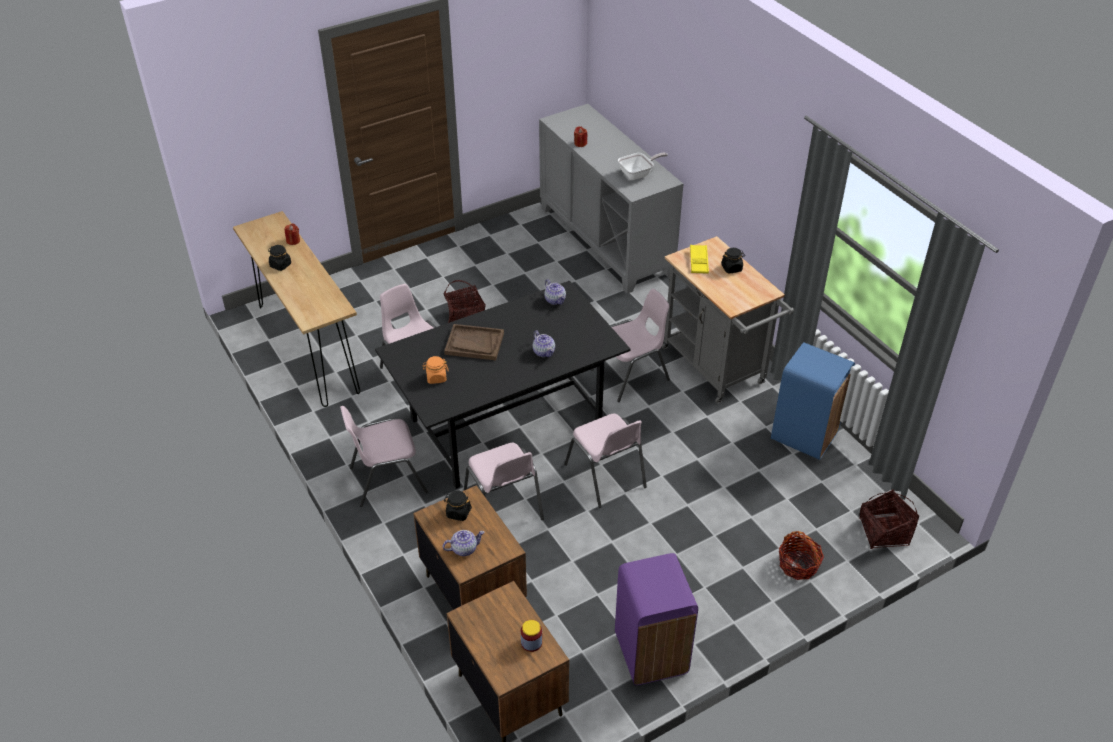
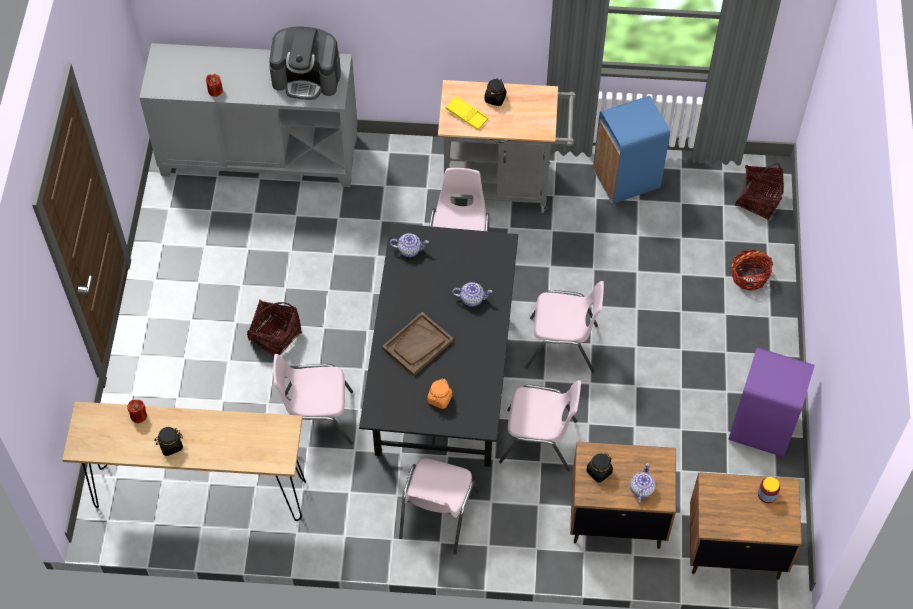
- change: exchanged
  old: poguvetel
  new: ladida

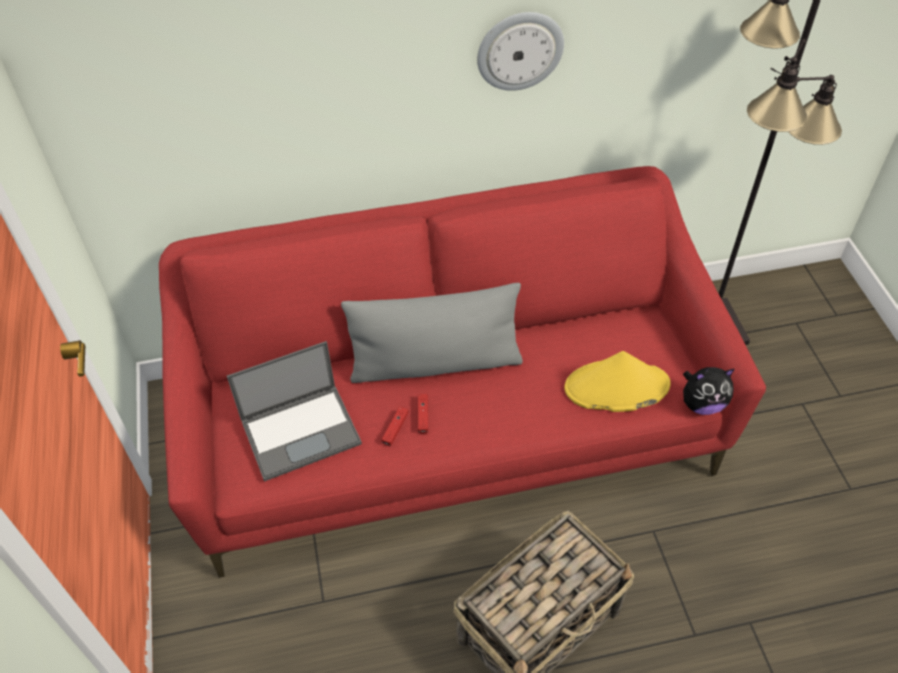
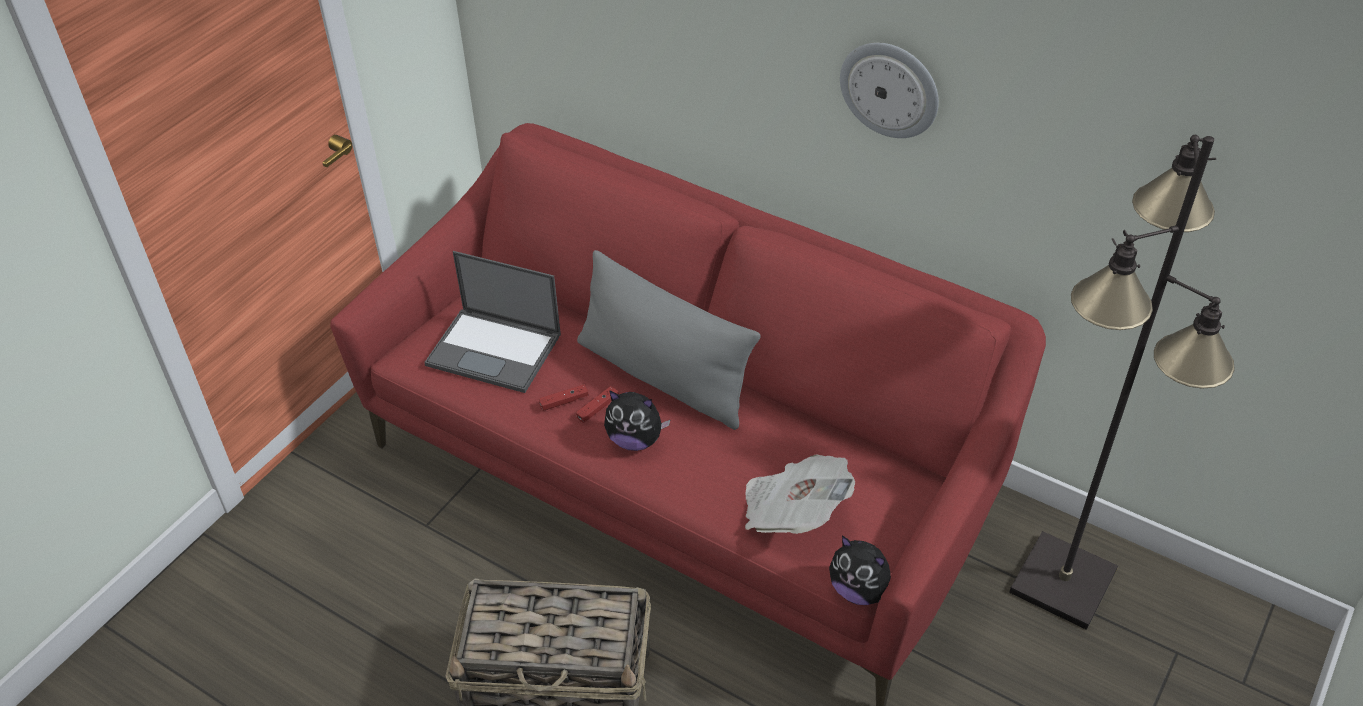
- change: appeared
  new: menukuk (no. 1 from left)
- change: exchanged
  old: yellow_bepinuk
  new: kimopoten

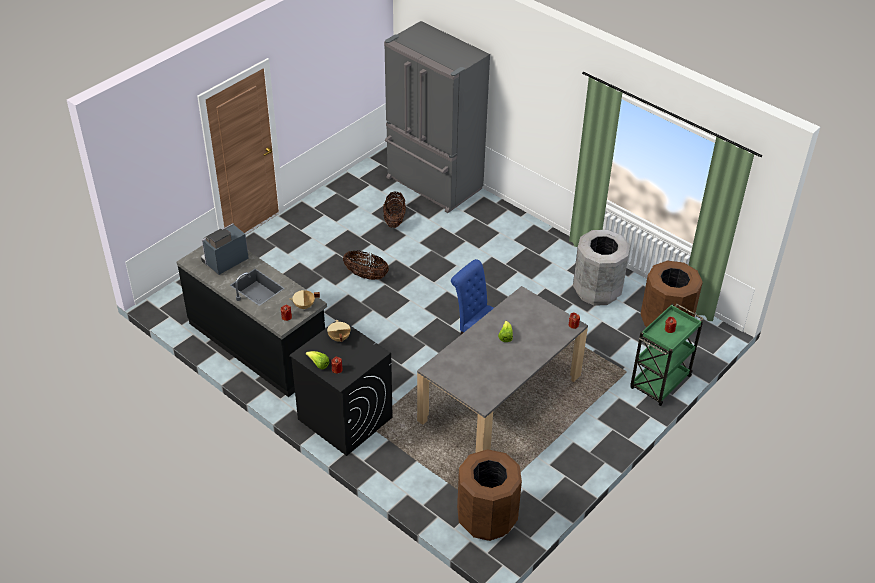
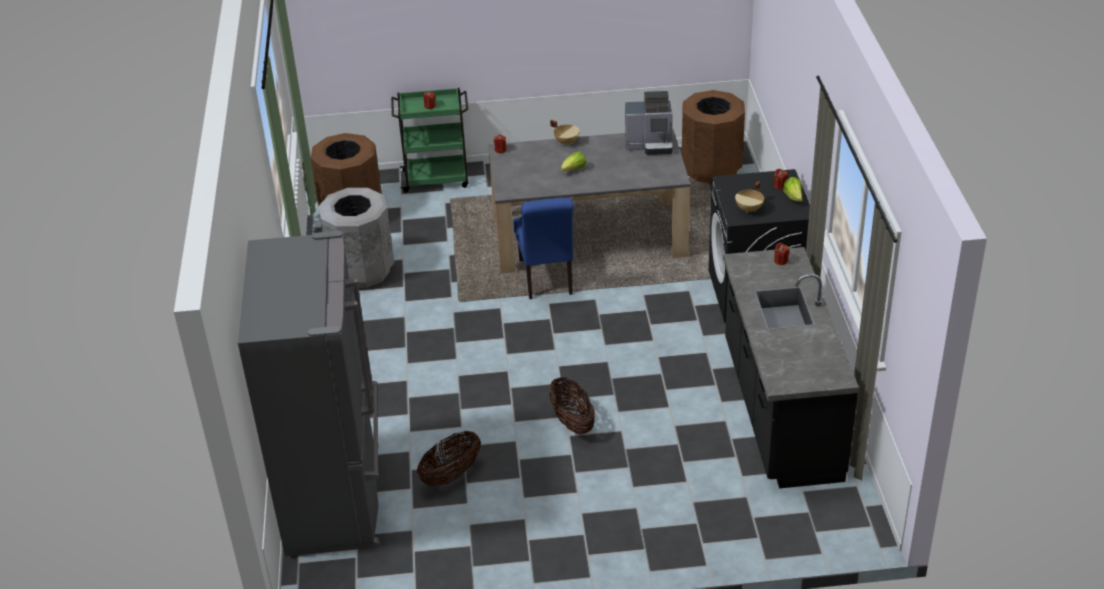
- change: relocated
  old: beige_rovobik (no. 1 from left)
- change: relocated
  old: ladida

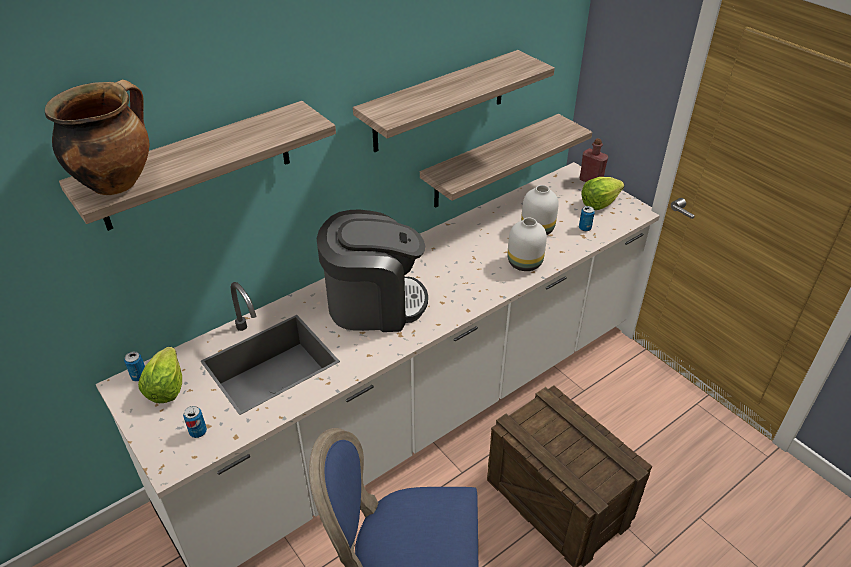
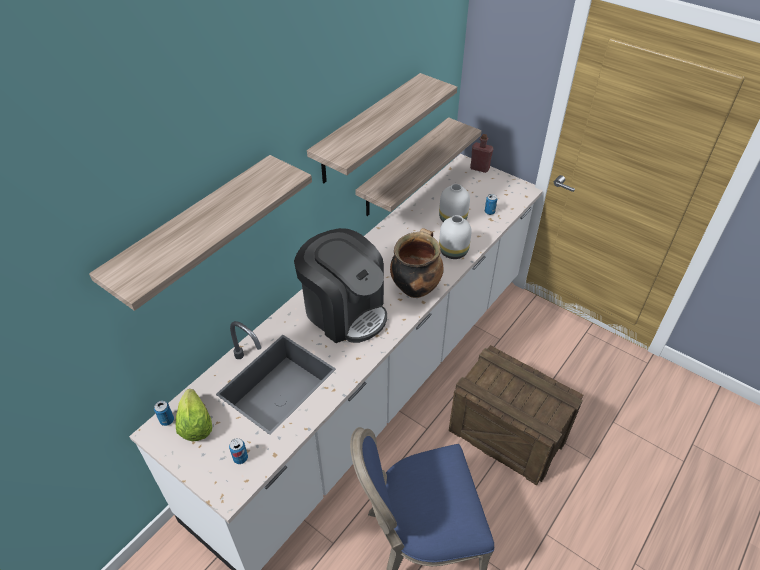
- change: spun
  old: ladida
  degrees: 60
- change: relocated
  old: rovobik
- change: missing
  old: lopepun (no. 2 from left)

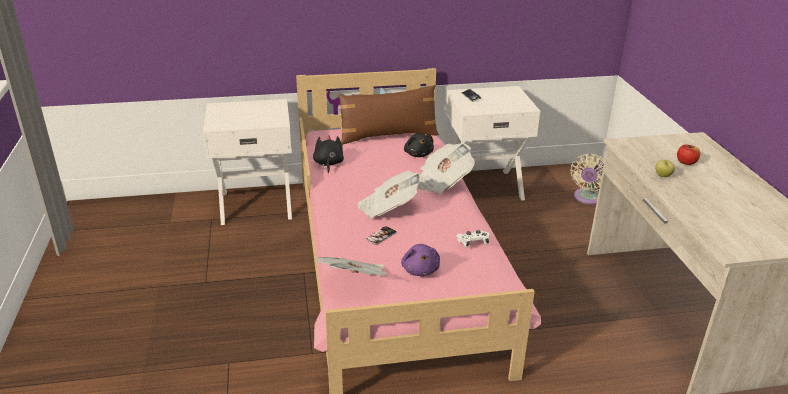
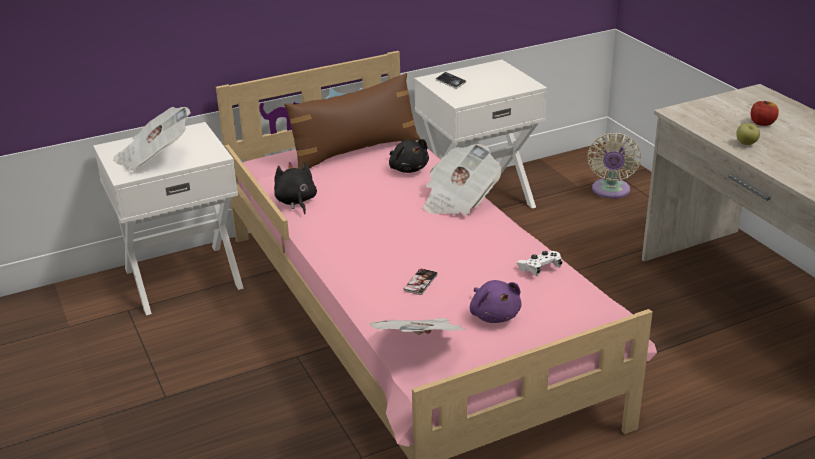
- change: relocated
  old: kimopoten (no. 2 from left in the first image)
  new: kimopoten (no. 1 from left)

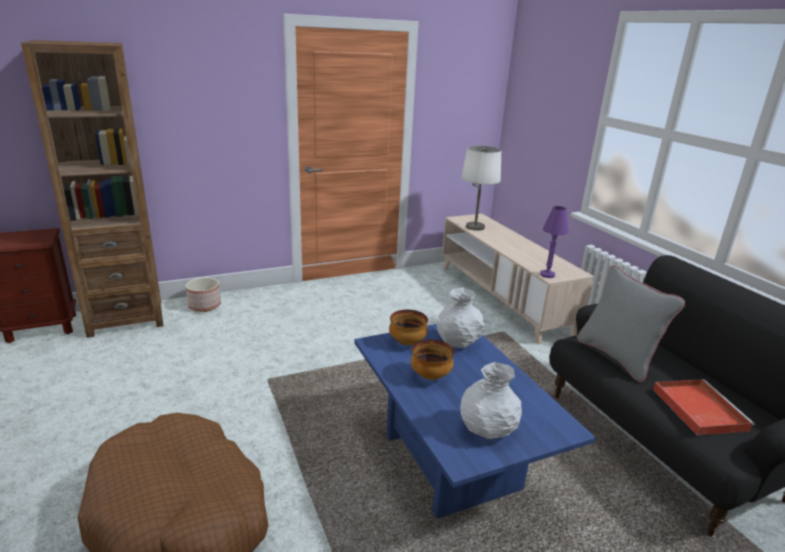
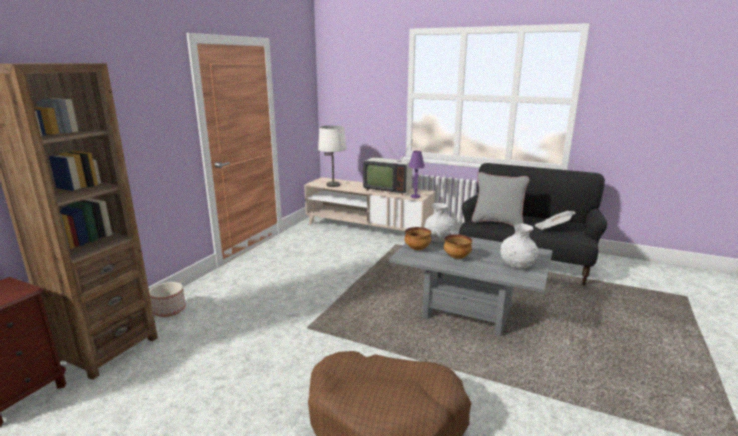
- change: appeared
  new: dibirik
- change: colour
  old: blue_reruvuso
  new: grey_reruvuso
- change: exchanged
  old: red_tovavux
  new: kimopoten

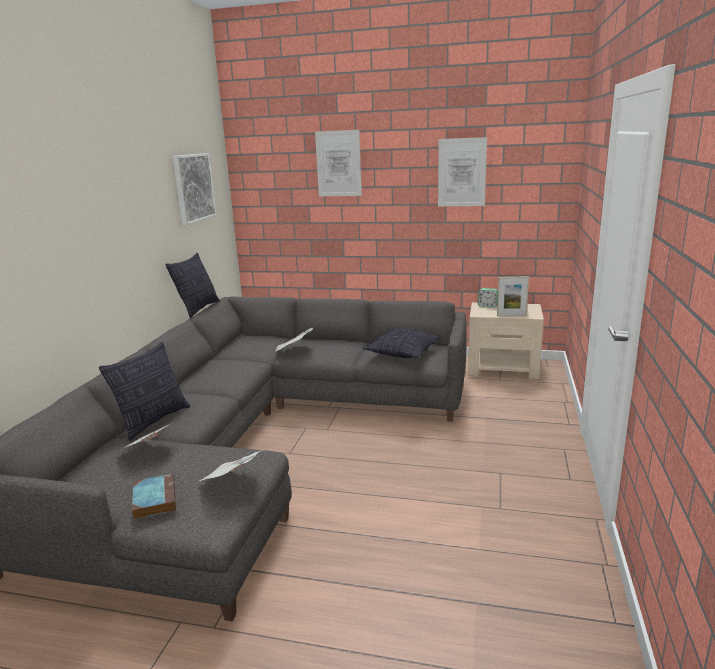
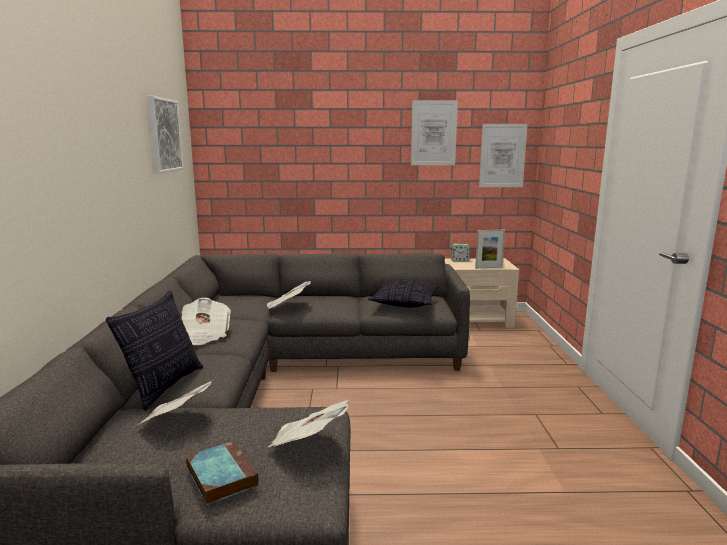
- change: appeared
  new: kimopoten (no. 2 from left)
- change: relocated
  old: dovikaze (no. 2 from left in the first image)
  new: dovikaze (no. 3 from left)
- change: missing
  old: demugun (no. 2 from left)

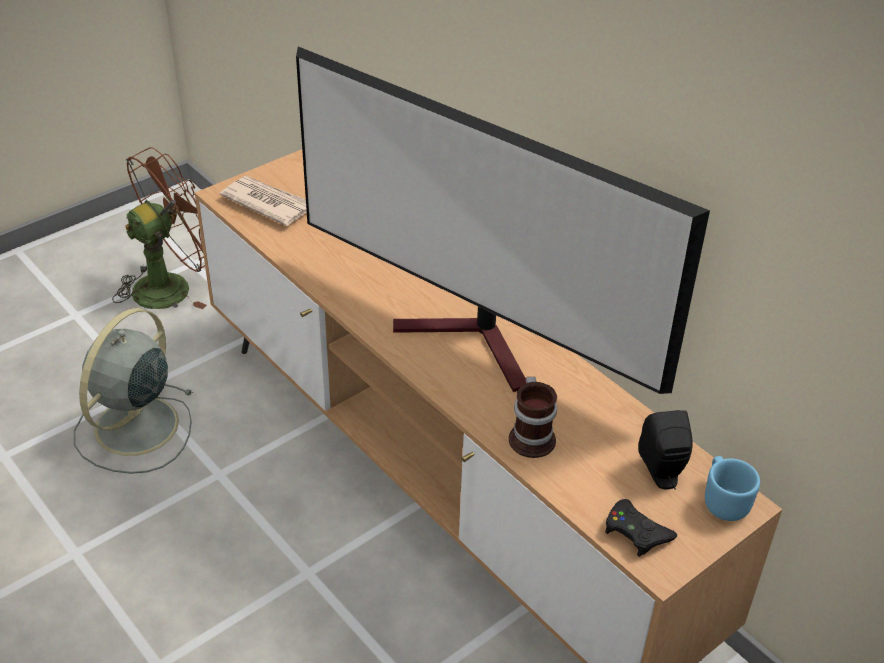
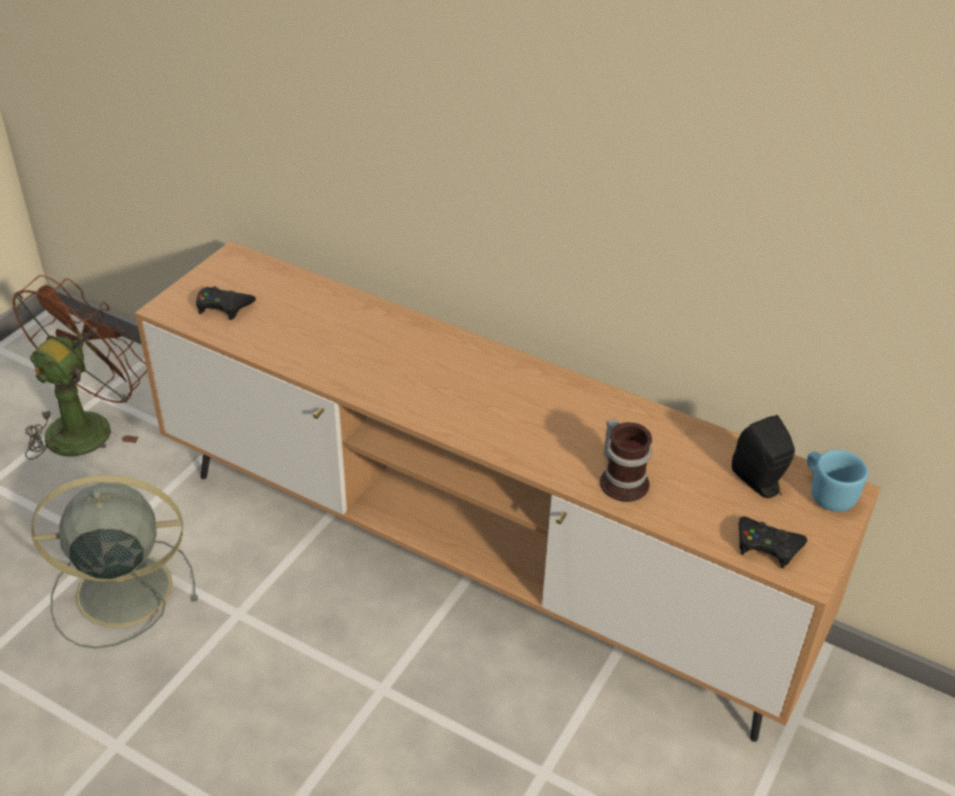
- change: spun
  old: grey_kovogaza
  degrees: 75
- change: exchanged
  old: kimopoten
  new: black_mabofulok (no. 1 from left)
- change: missing
  old: dibirik

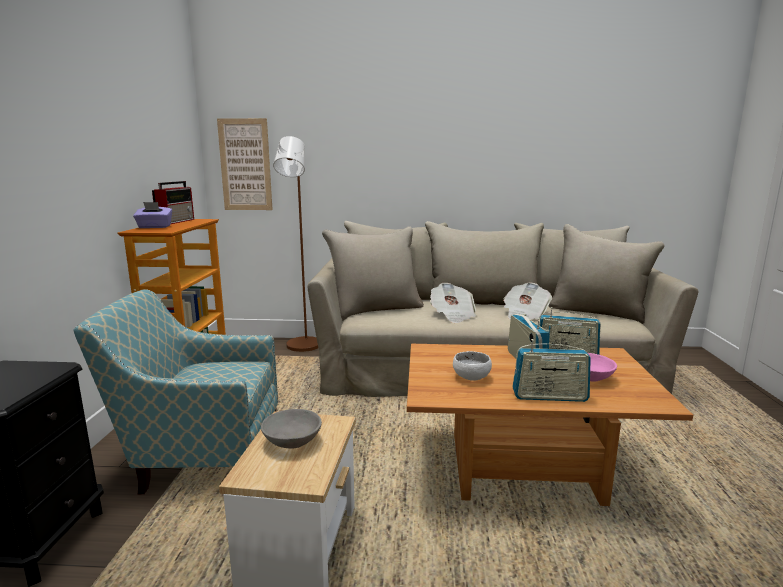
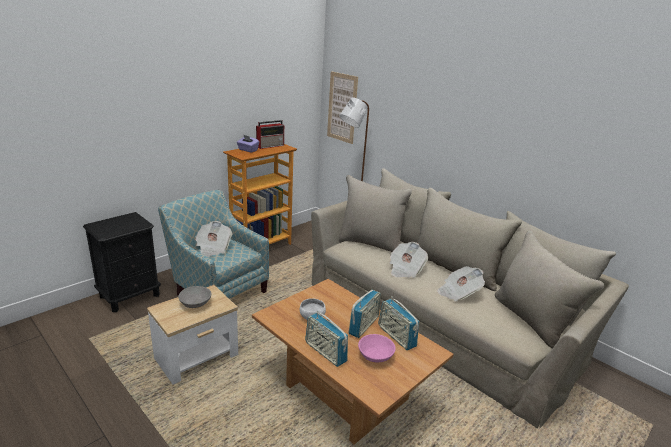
- change: appeared
  new: kimopoten (no. 1 from left)

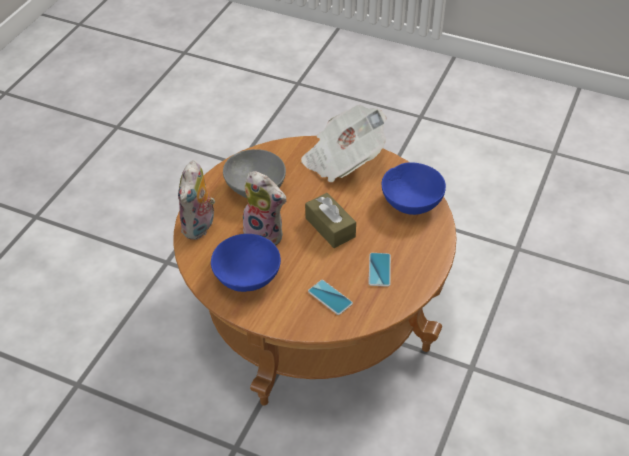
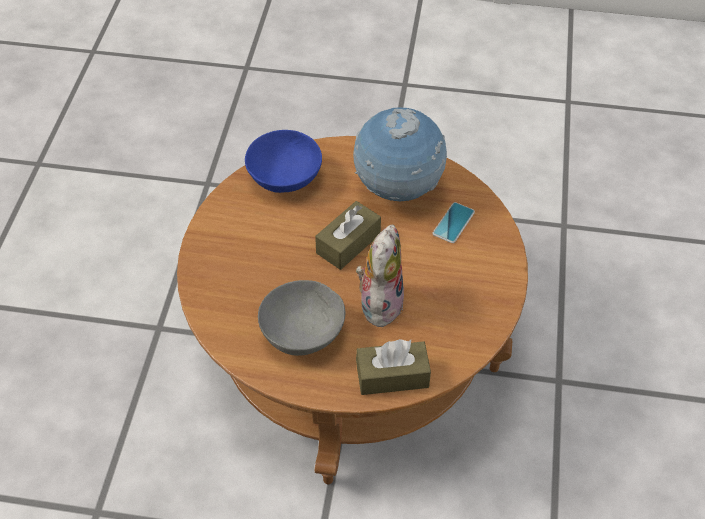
- change: exchanged
  old: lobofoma (no. 2 from left)
  new: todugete
- change: exchanged
  old: menukuk (no. 1 from left)
  new: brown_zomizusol (no. 2 from left)
- change: missing
  old: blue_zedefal (no. 1 from left)
- change: missing
  old: kimopoten

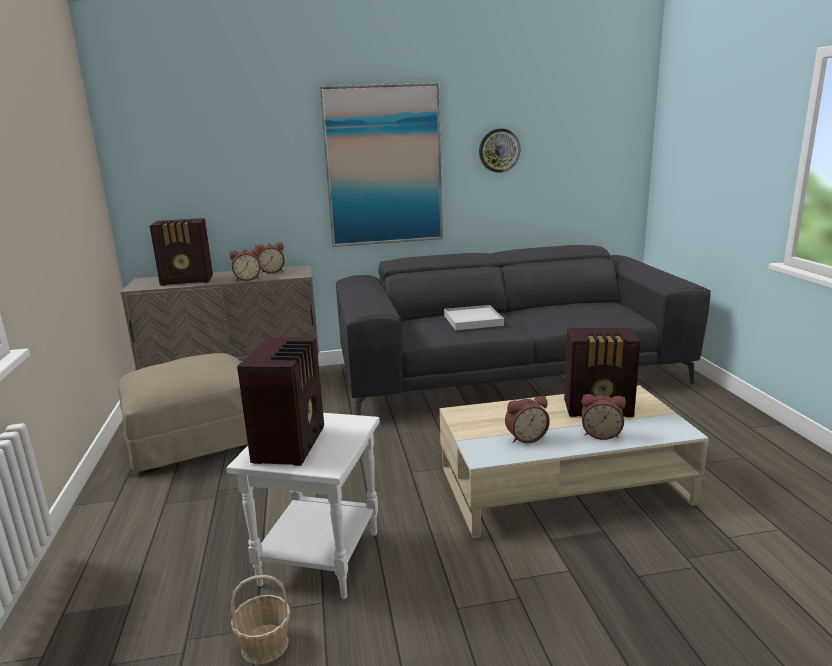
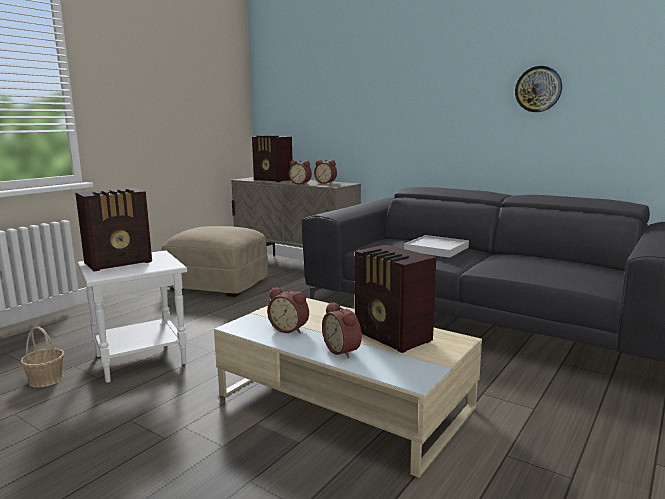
- change: missing
  old: dovikaze

